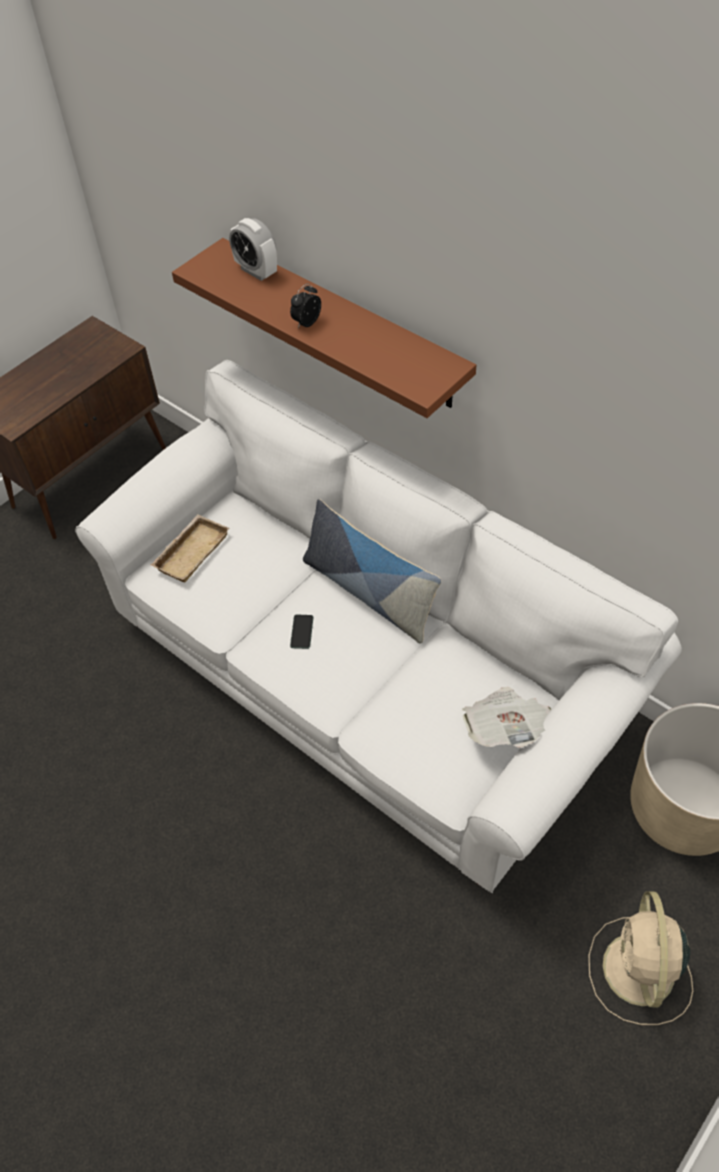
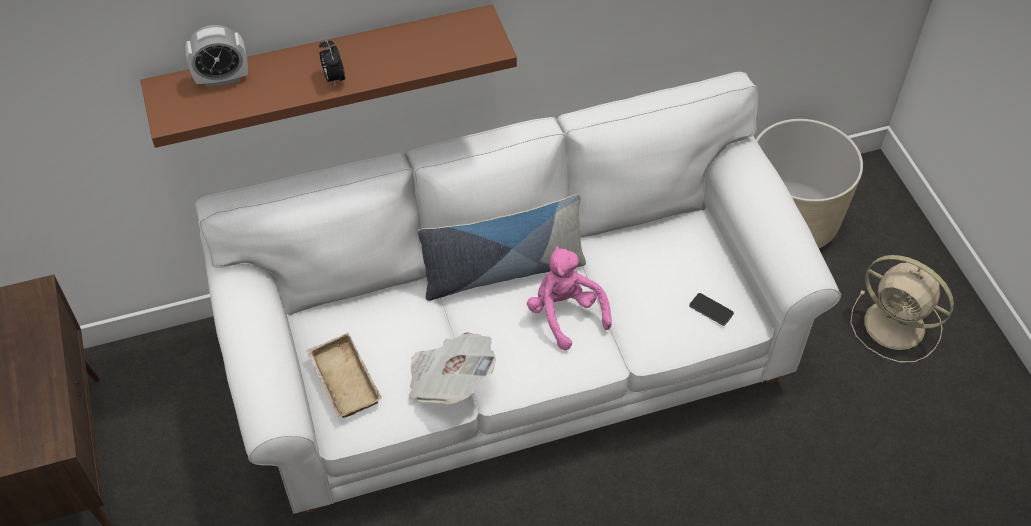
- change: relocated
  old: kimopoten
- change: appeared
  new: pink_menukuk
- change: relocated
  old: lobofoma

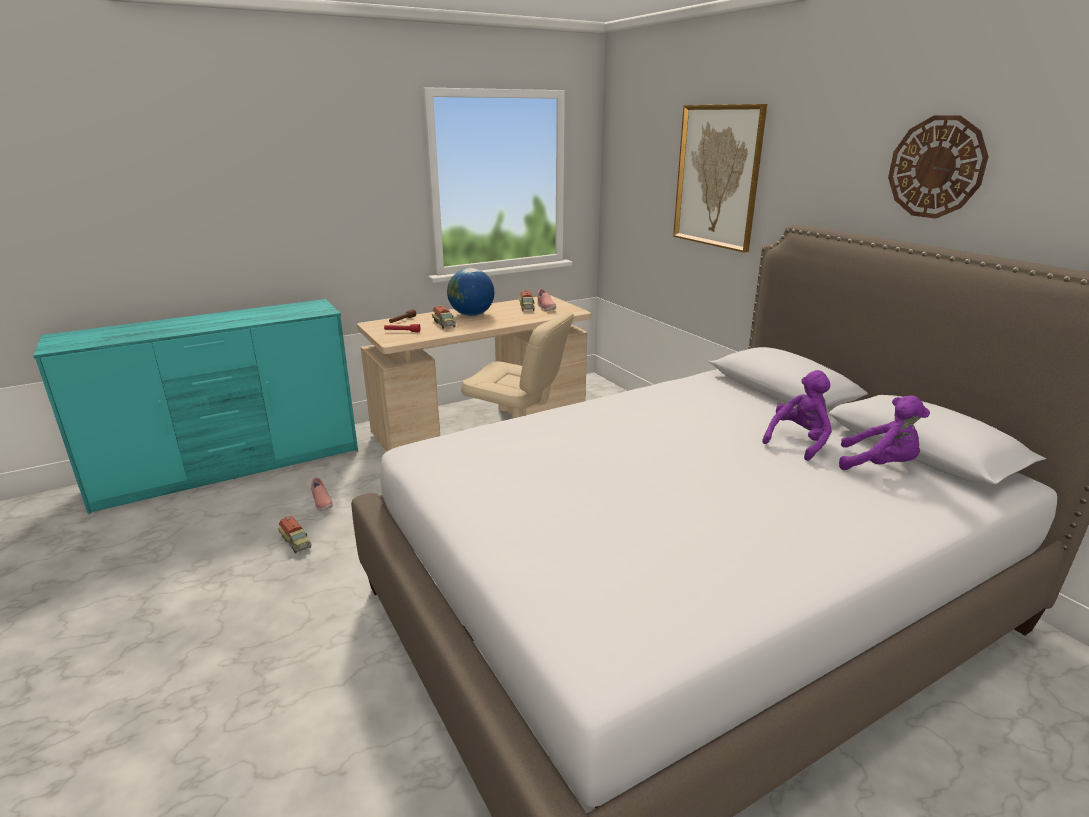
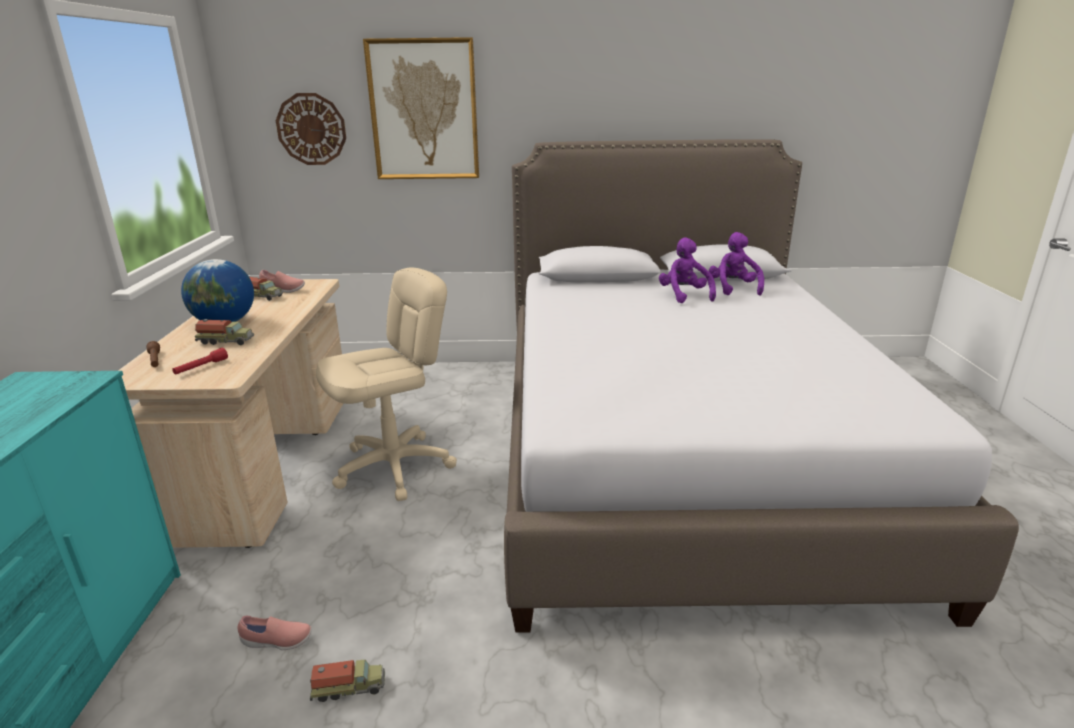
- change: relocated
  old: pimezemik
- change: spun
  old: purple_menukuk (no. 2 from left)
  degrees: -60

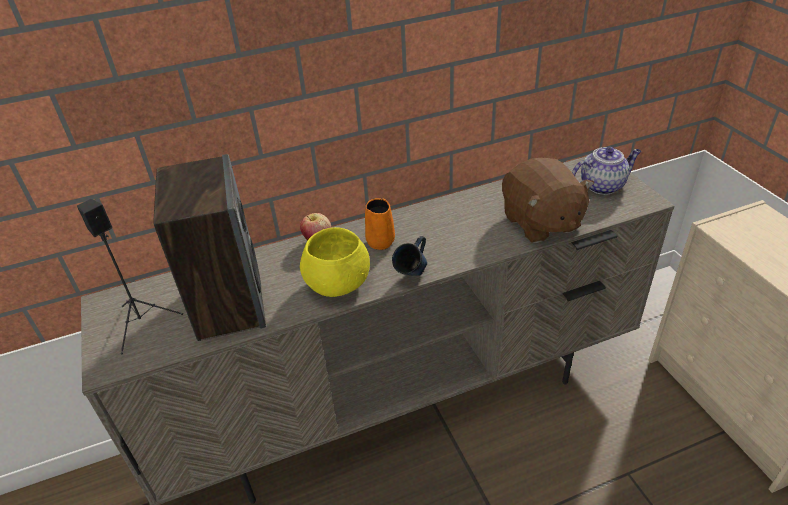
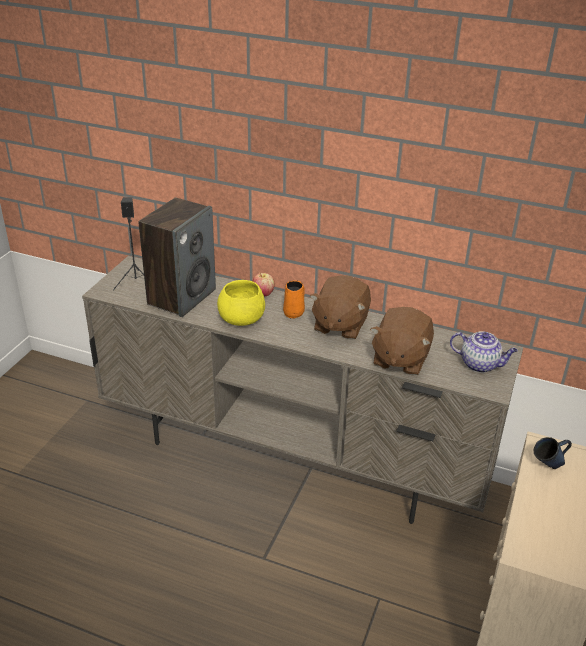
- change: appeared
  new: brown_menukuk (no. 1 from left)
- change: relocated
  old: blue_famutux

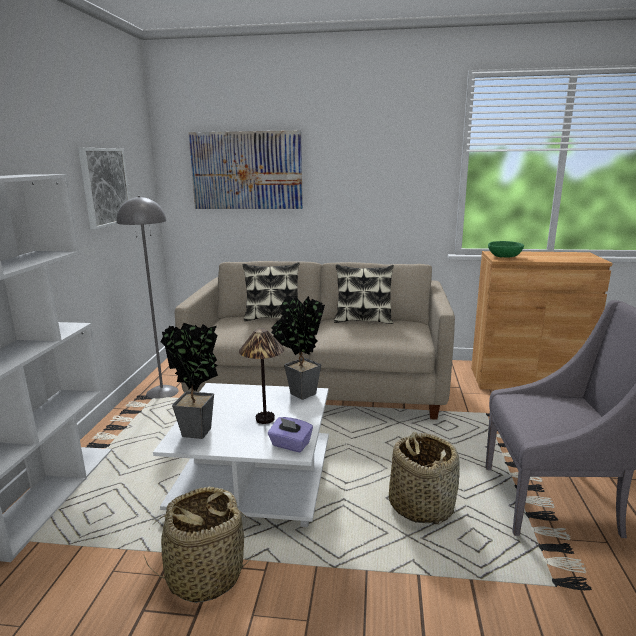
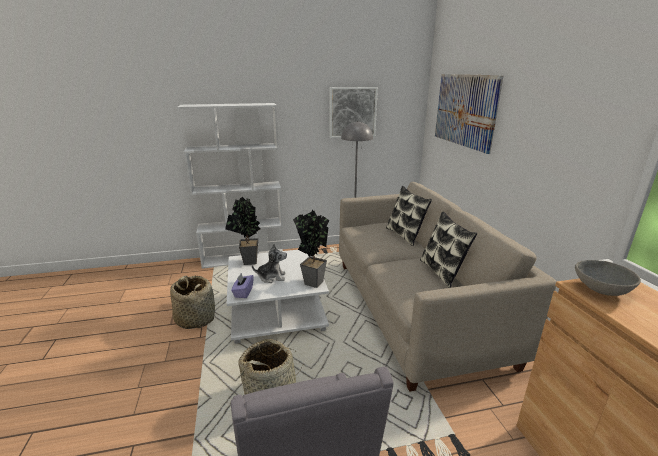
- change: exchanged
  old: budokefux
  new: menukuk
- change: colour
  old: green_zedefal
  new: grey_zedefal

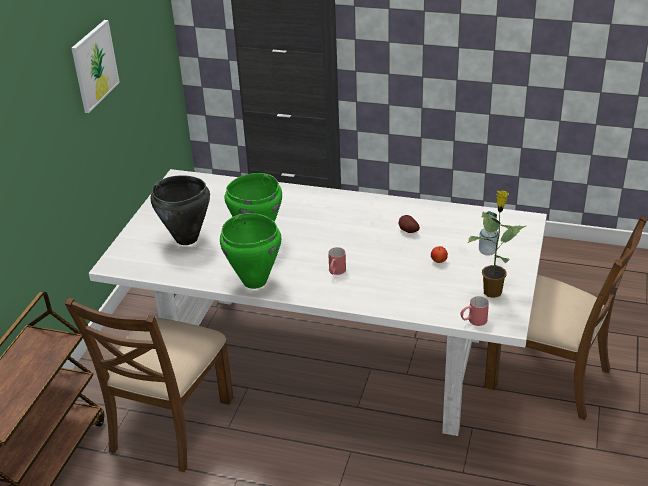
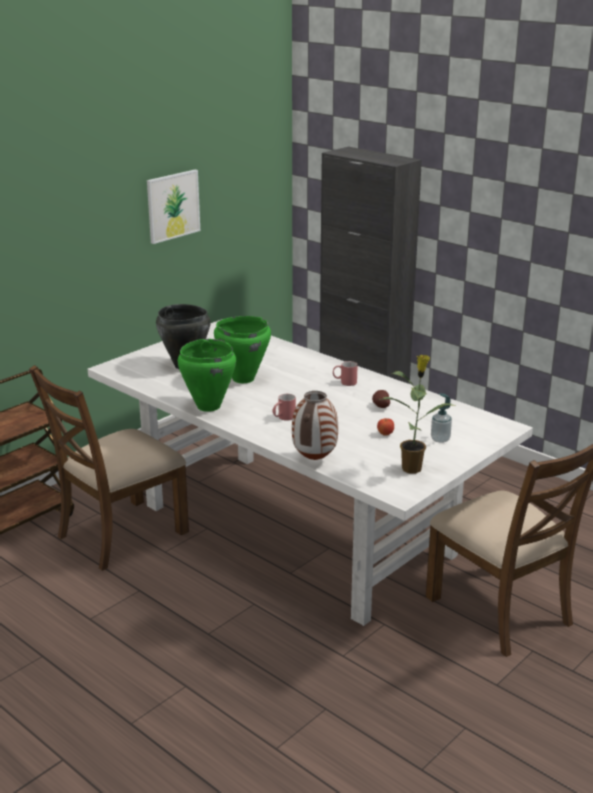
- change: appeared
  new: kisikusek
- change: relocated
  old: red_famutux (no. 2 from left)

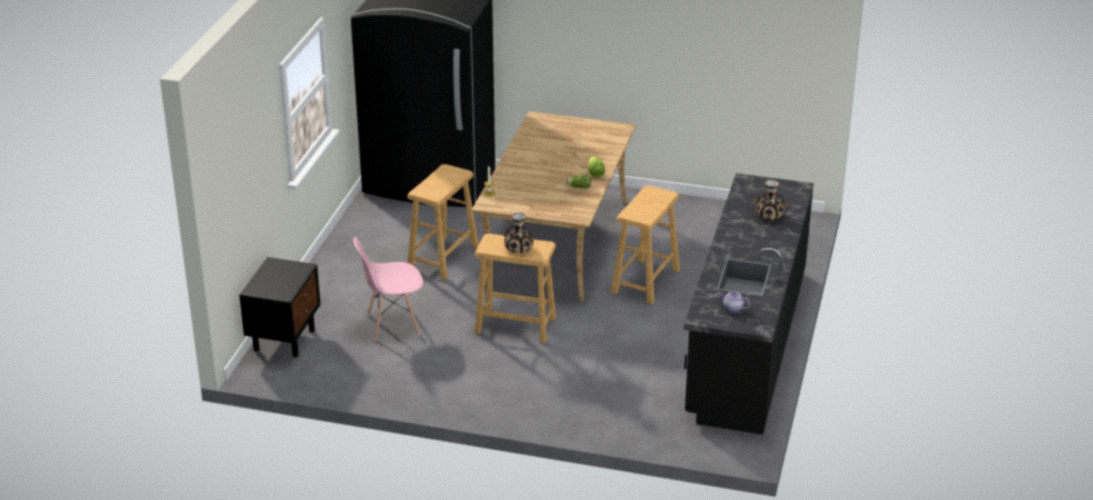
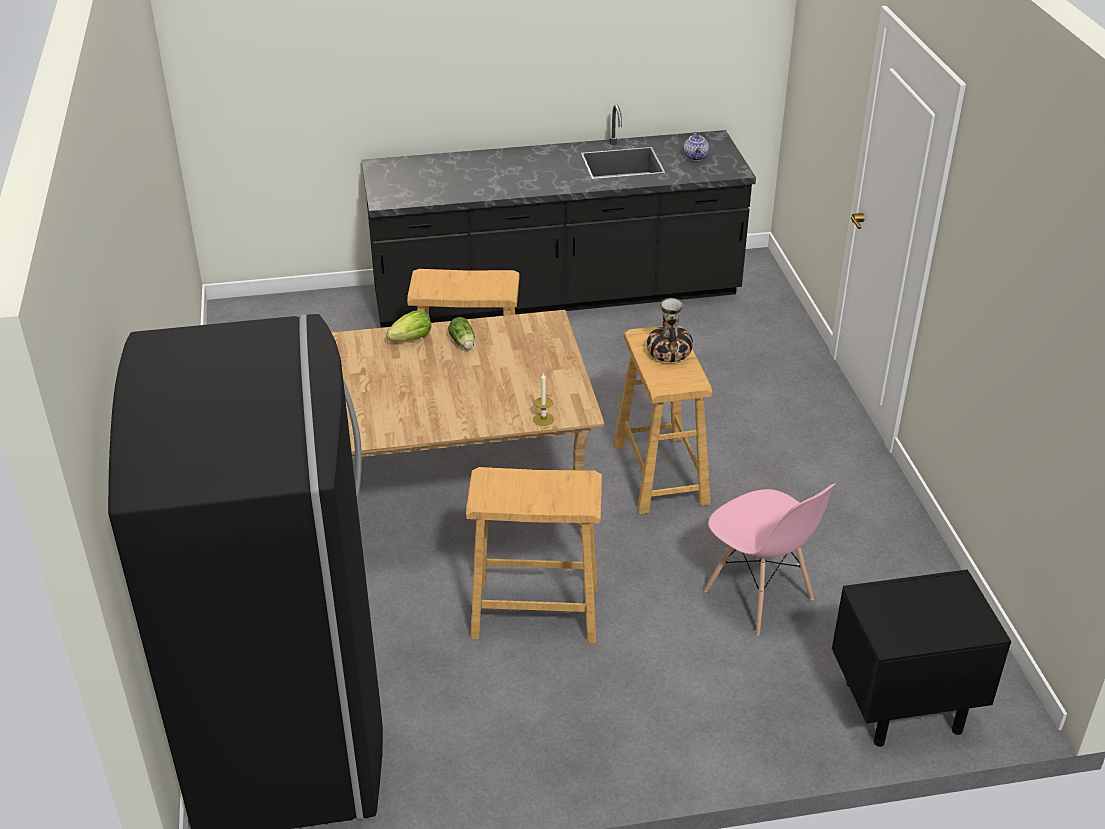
- change: missing
  old: kisikusek (no. 2 from left)

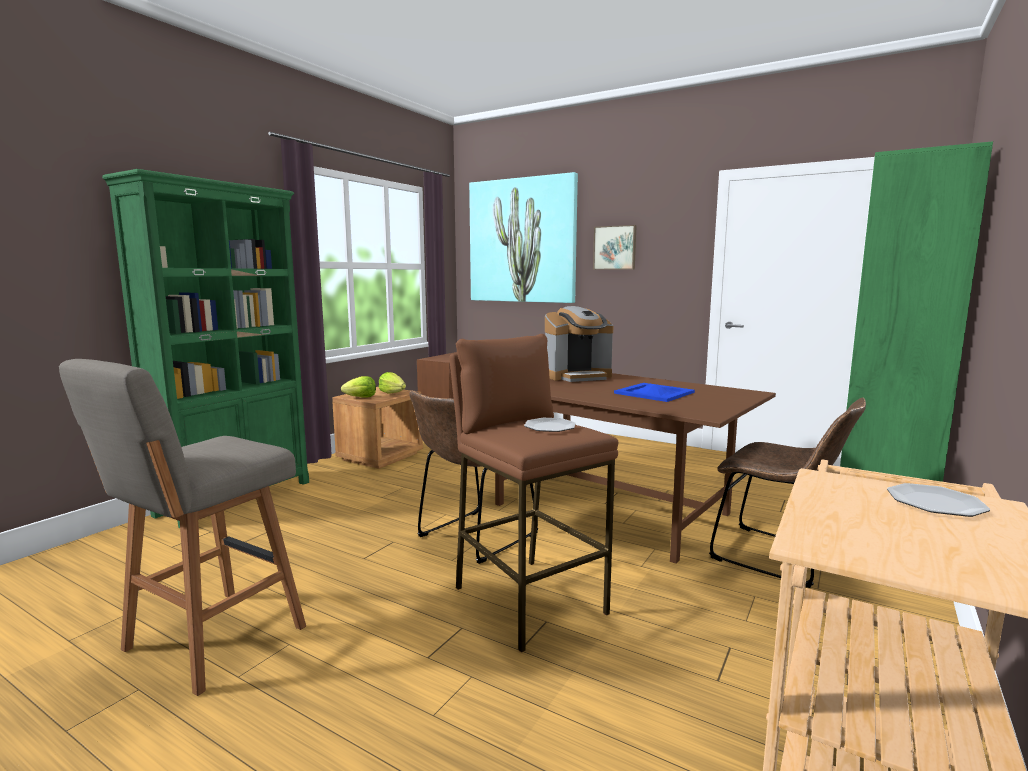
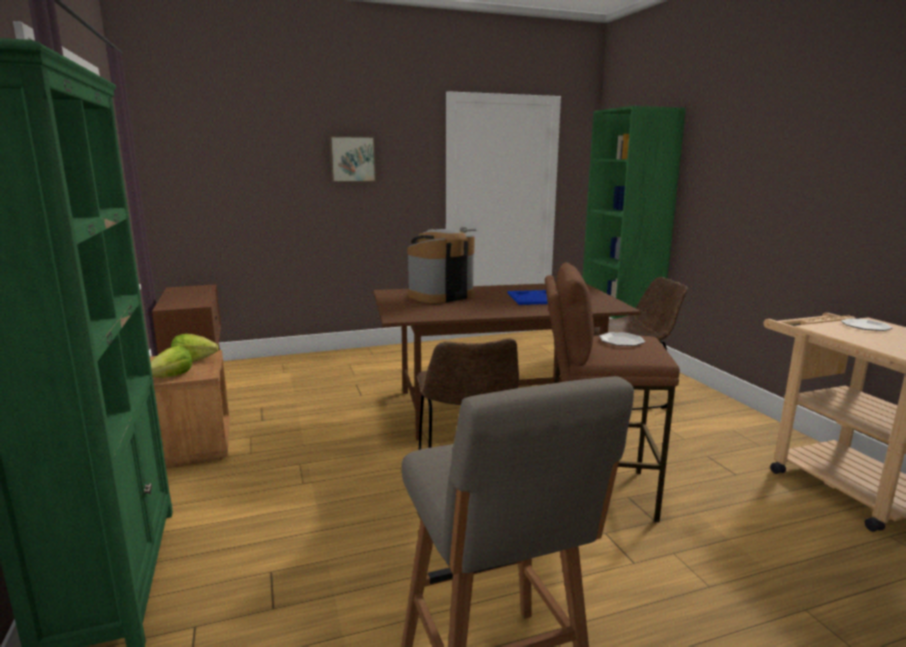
- change: spun
  old: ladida
  degrees: -150
- change: missing
  old: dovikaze (no. 1 from left)

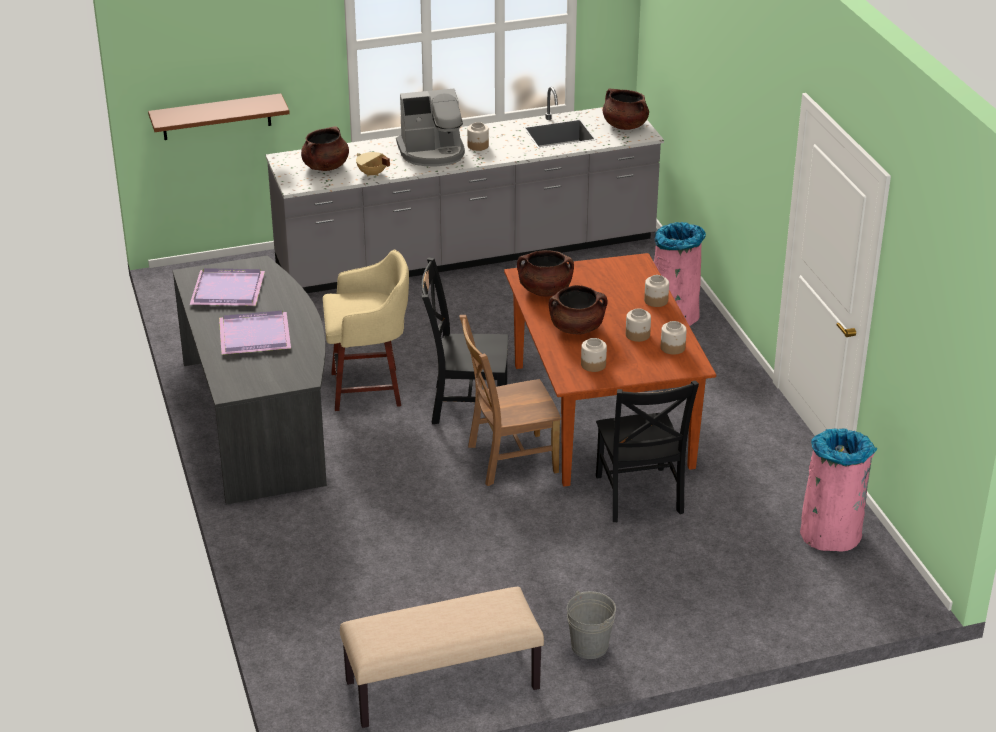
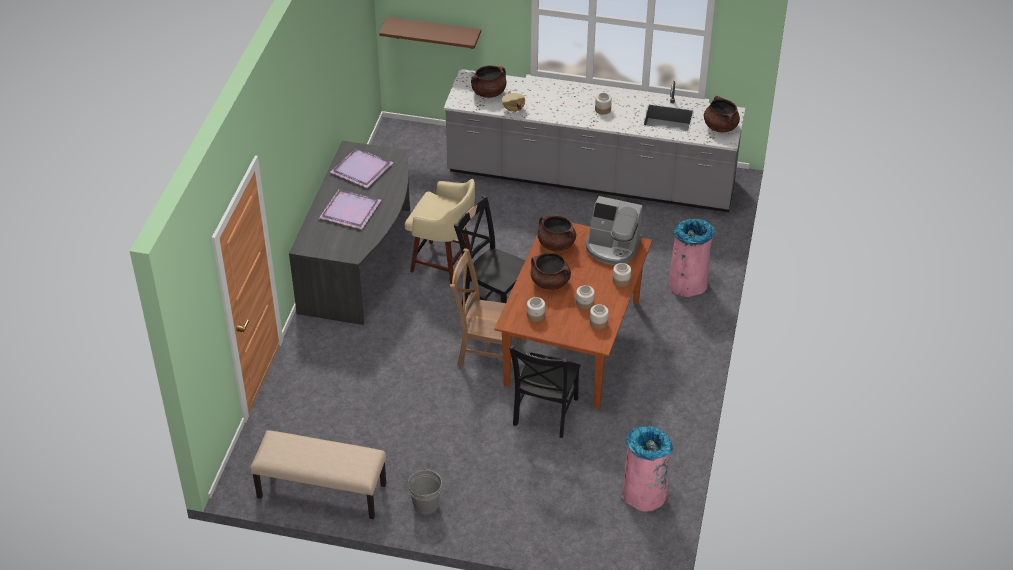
- change: relocated
  old: ladida

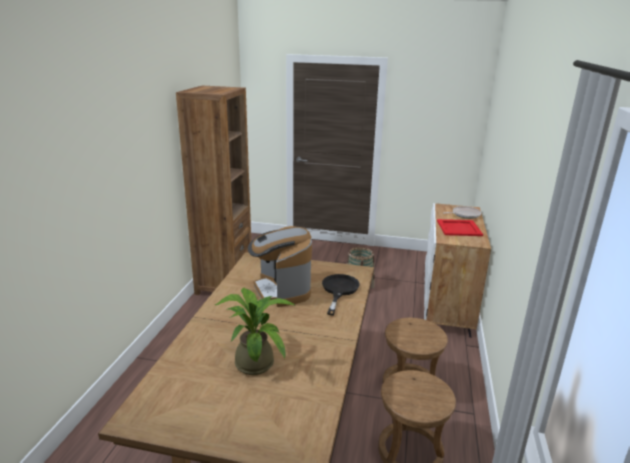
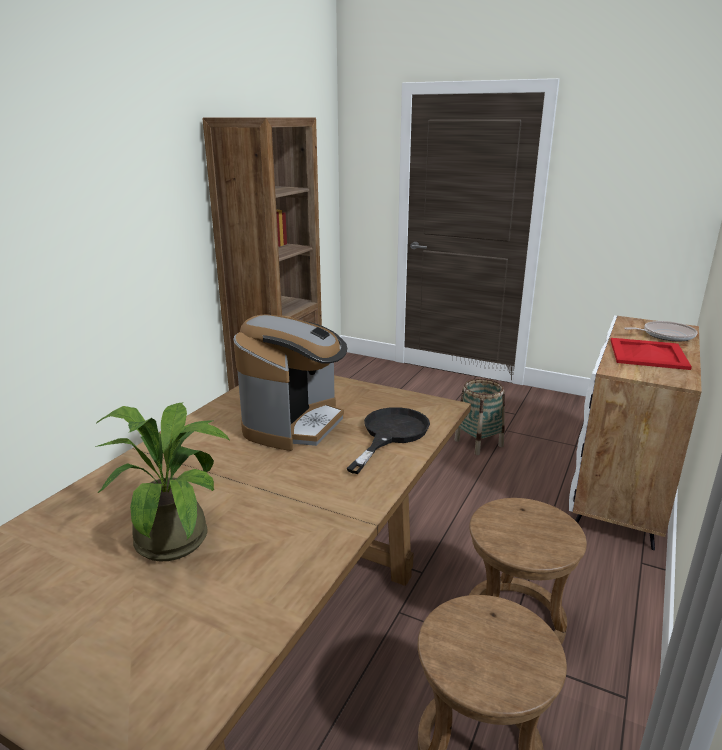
- change: spun
  old: ladida
  degrees: -150

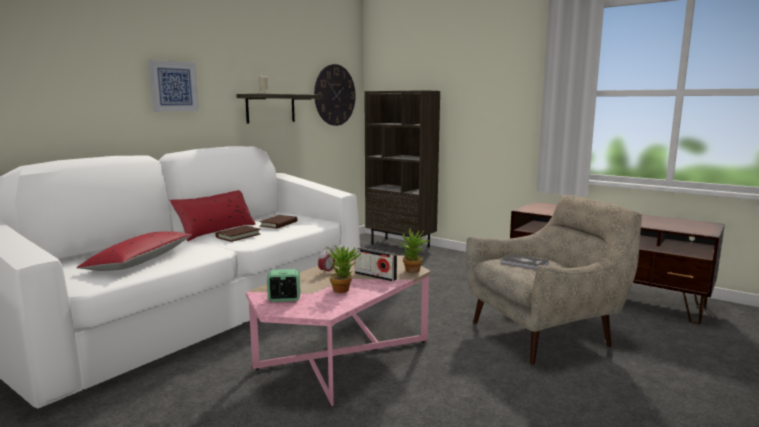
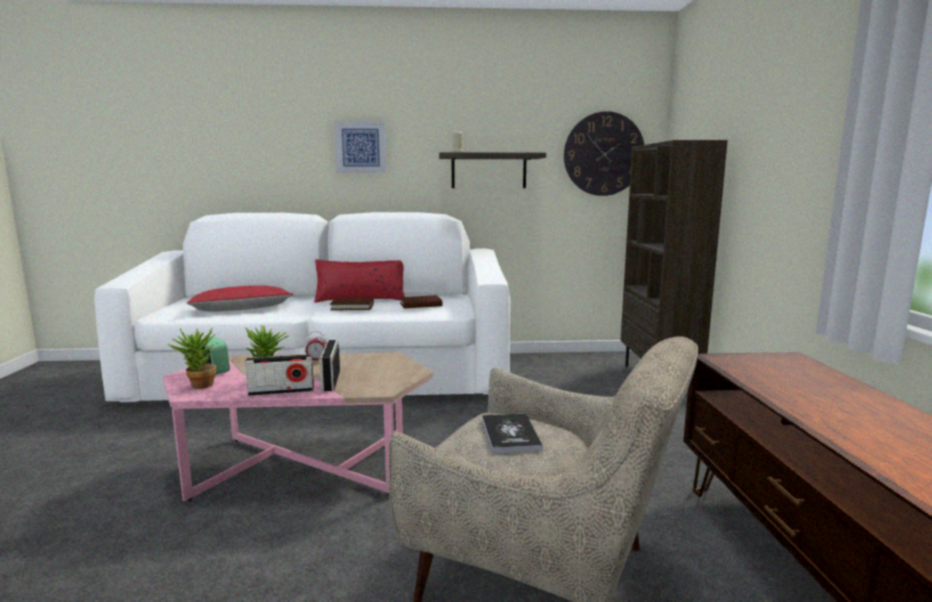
- change: relocated
  old: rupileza (no. 2 from left in the first image)
  new: rupileza (no. 1 from left)
- change: appeared
  new: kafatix (no. 1 from left)

